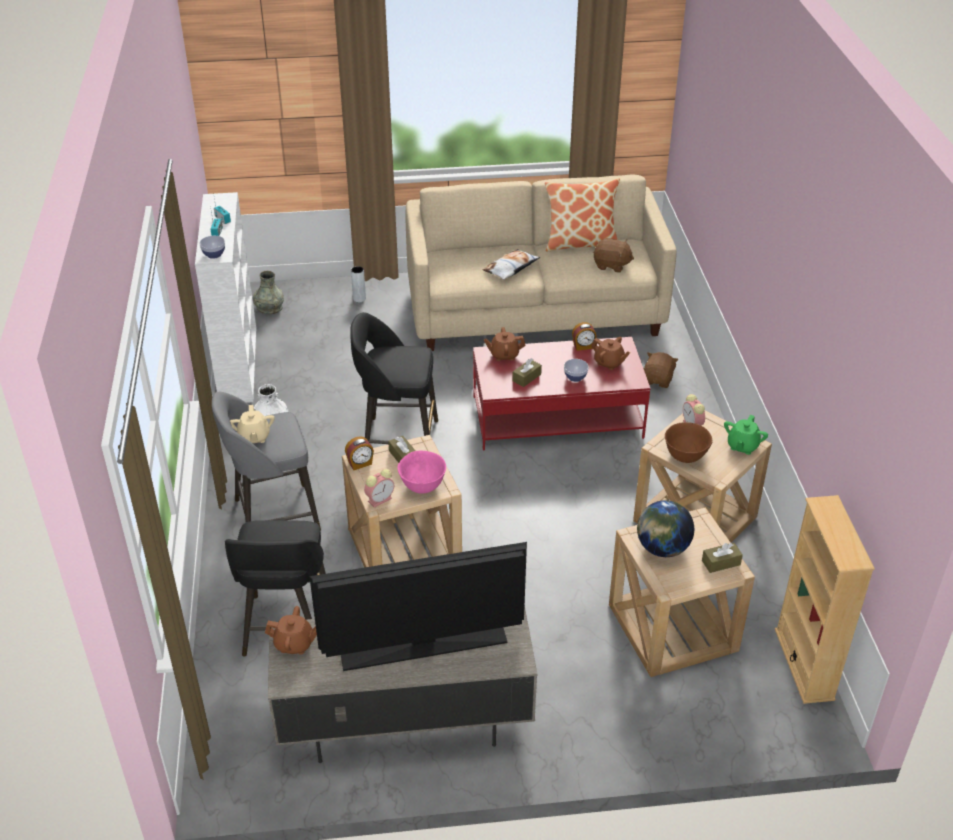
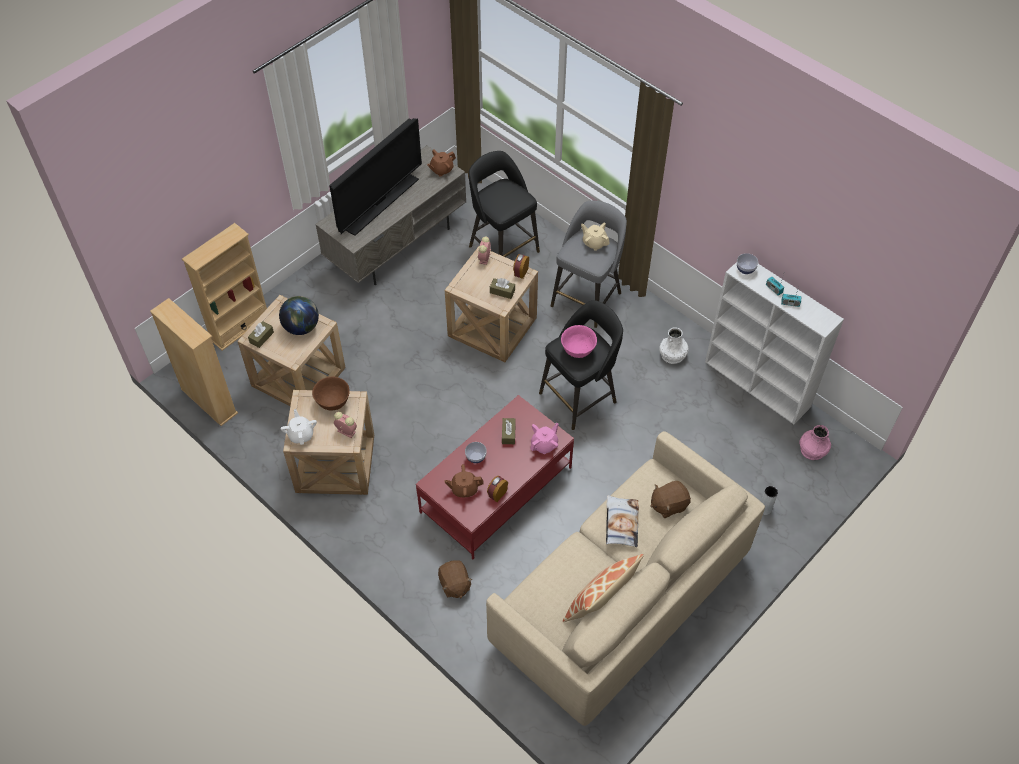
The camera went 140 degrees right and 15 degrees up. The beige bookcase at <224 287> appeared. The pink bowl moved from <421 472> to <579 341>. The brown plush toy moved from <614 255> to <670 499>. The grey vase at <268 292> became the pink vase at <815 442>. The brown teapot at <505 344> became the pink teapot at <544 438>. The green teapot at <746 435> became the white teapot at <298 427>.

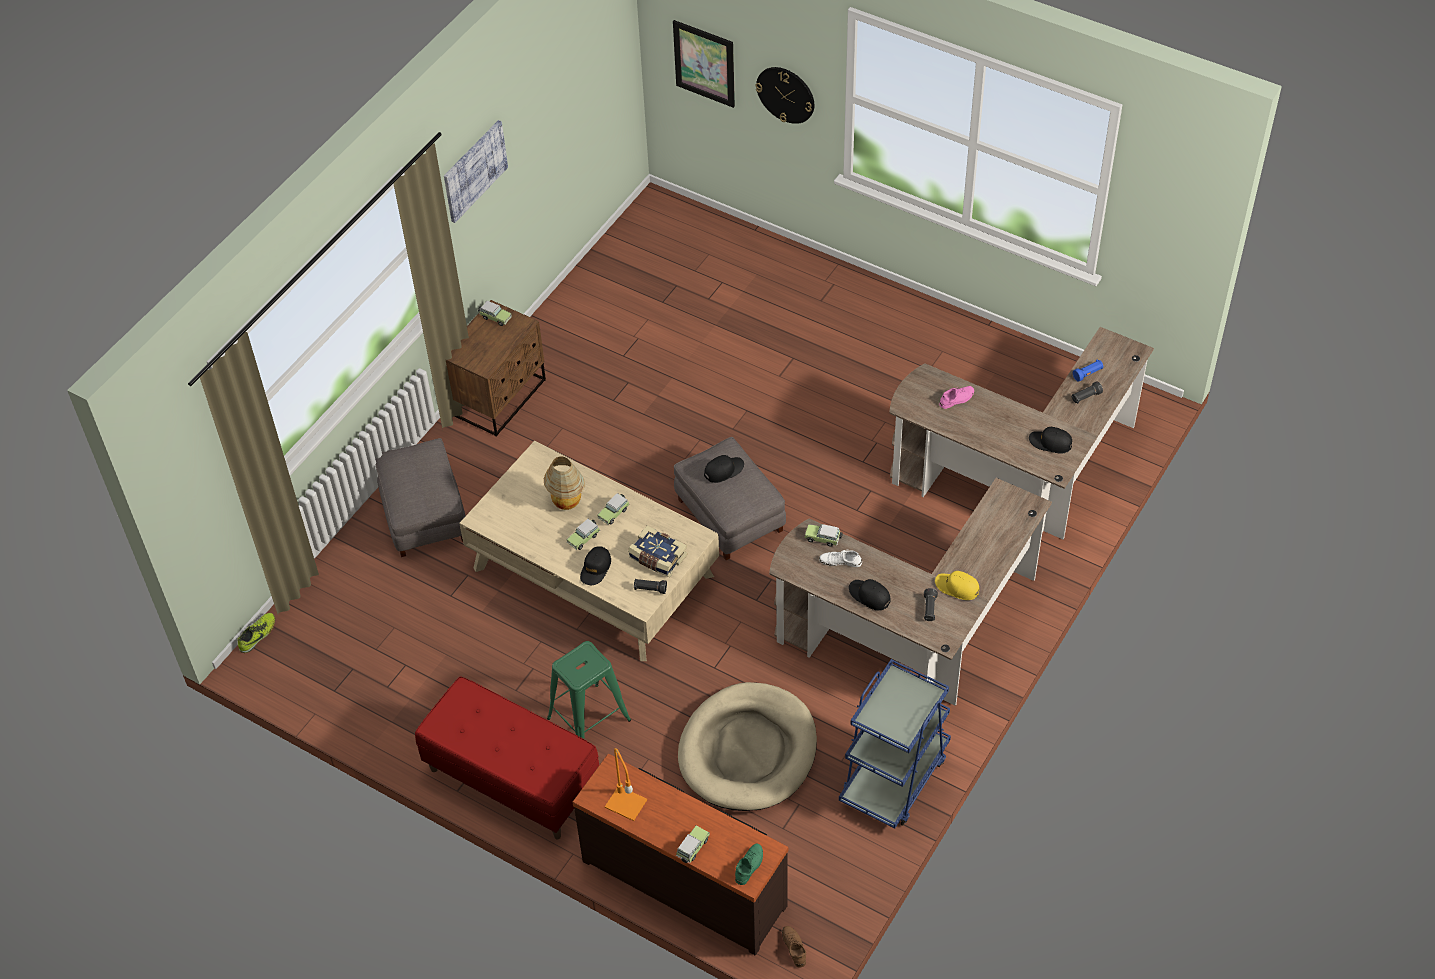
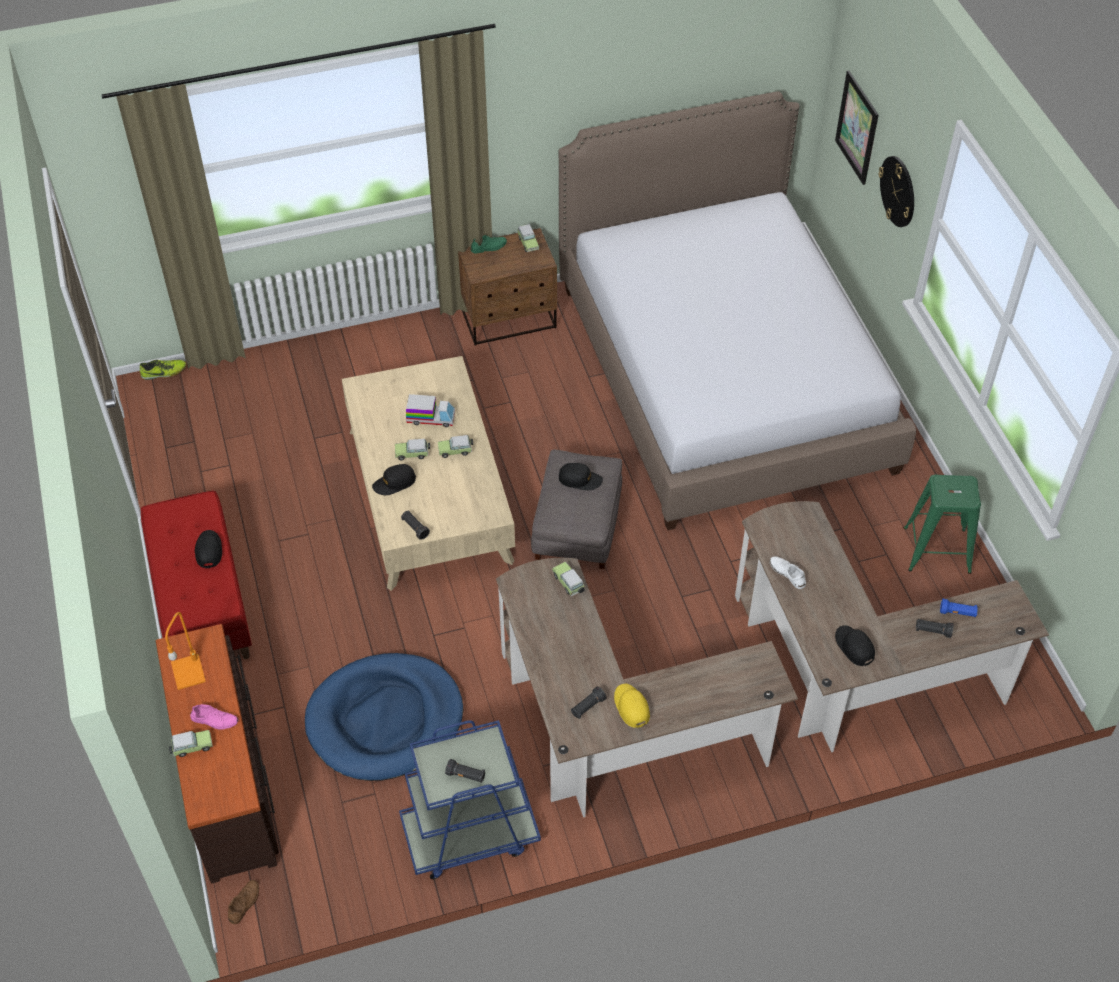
The camera went 40 degrees right and 0 degrees up. The grey ottoman at <420 497> disappeared. The picture at <476 171> disappeared. The book at <658 551> disappeared. The black flashlight at <465 771> appeared. The bed at <737 310> appeared. The green stool moved from <589 690> to <942 524>. The green shoe moved from <749 864> to <488 244>. The white shoe moved from <840 558> to <787 572>. The black cap moved from <870 594> to <208 549>. The pink shoe moved from <956 397> to <214 717>. The table lamp at <564 483> was replaced by the toy truck at <430 410>. The beige dog bed at <747 746> became the blue dog bed at <384 717>.

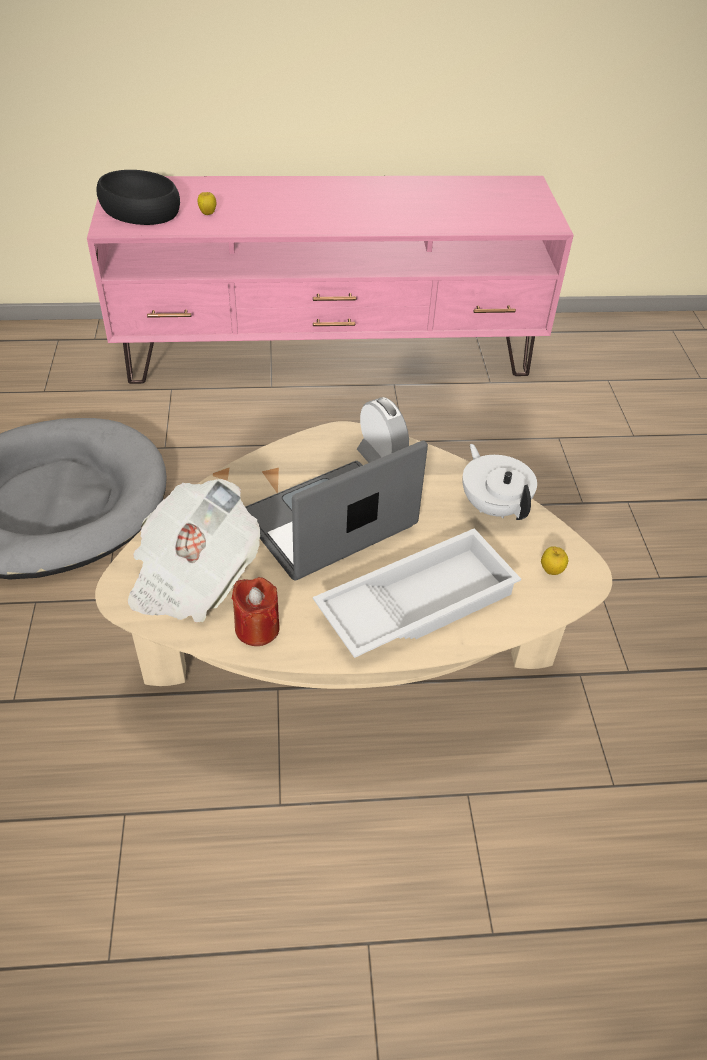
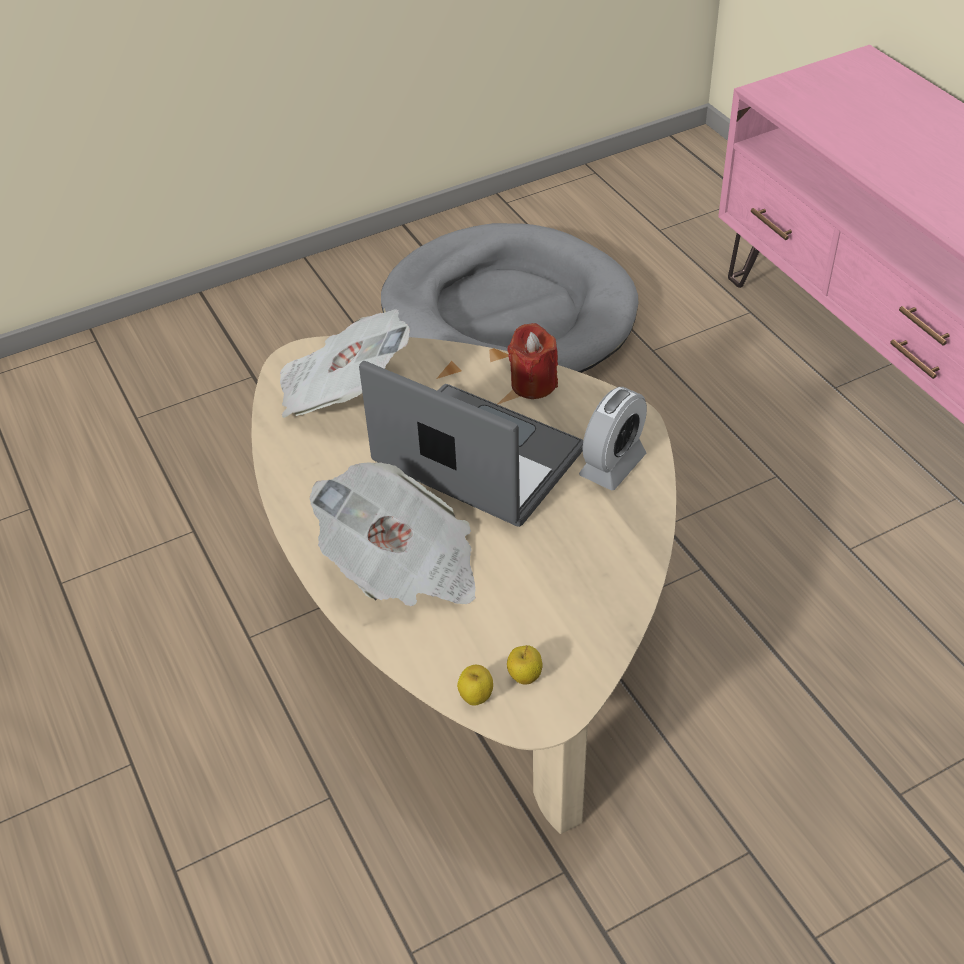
The camera went 70 degrees right and 0 degrees up. The black bowl at <138 197> disappeared. The white teapot at <499 482> disappeared. The apple moved from <207 203> to <475 685>. The red candle moved from <256 611> to <533 361>. The white tray at <417 593> was replaced by the newspaper at <393 534>.

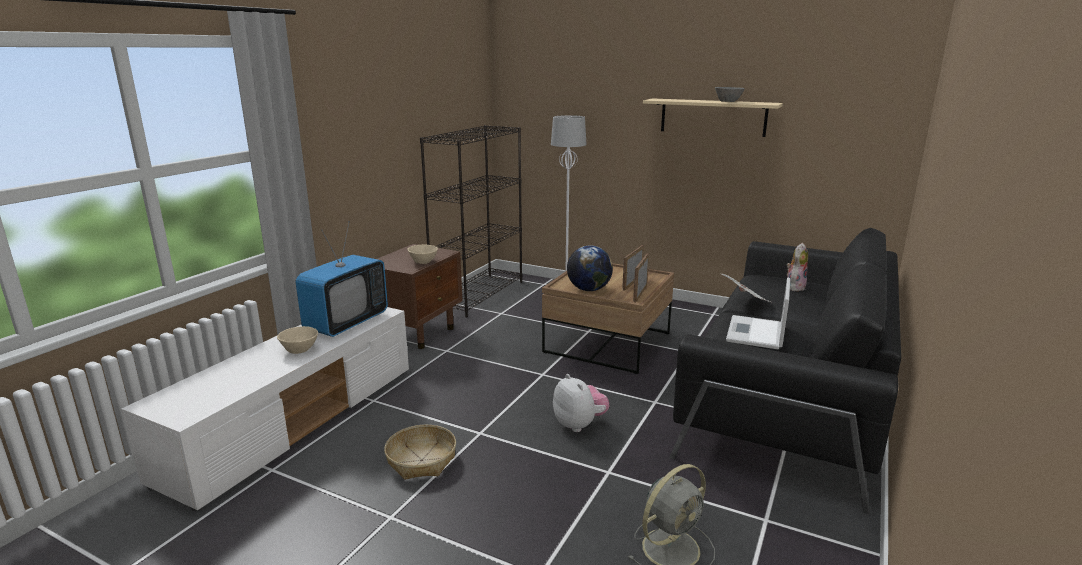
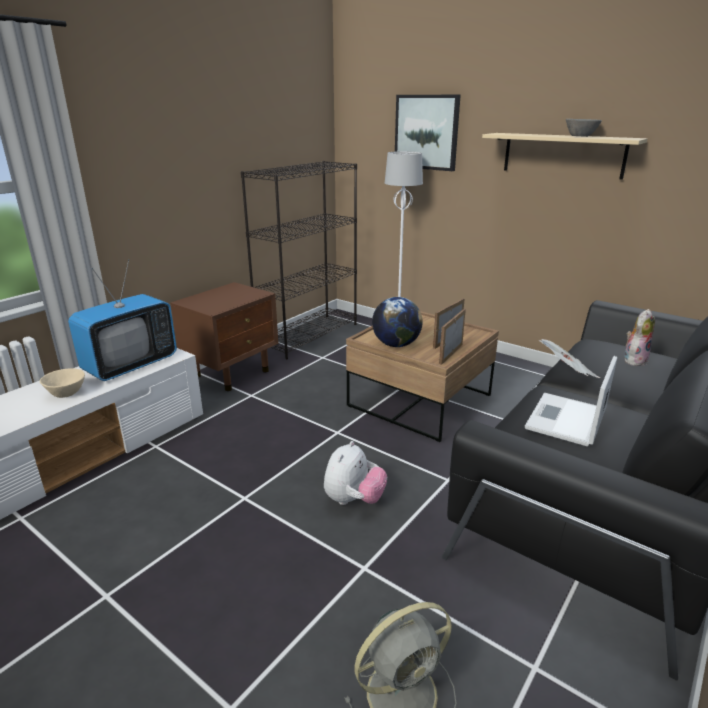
The camera went 10 degrees right and 5 degrees up. The basket at <420 452> disappeared. The beige bowl at <422 254> disappeared. The picture at <428 133> appeared. The plush toy at <581 403> turned 45 degrees clockwise.

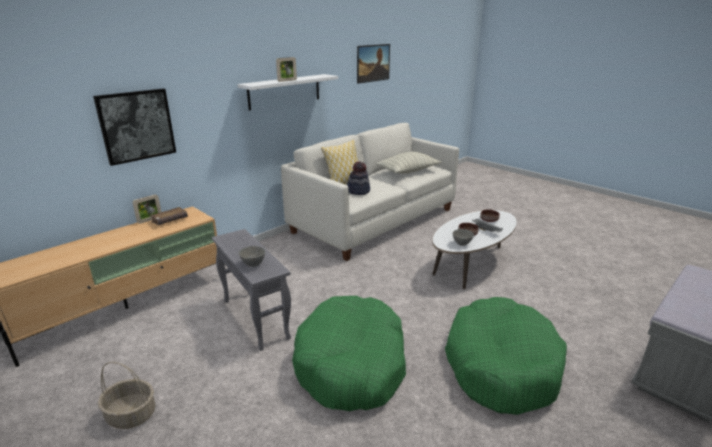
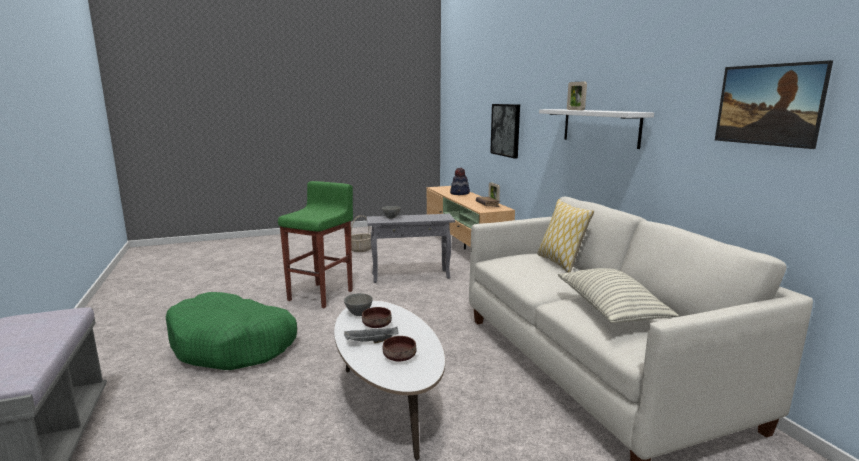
The camera went 115 degrees right and 10 degrees down. The hat moved from <358 178> to <460 181>. The green dog bed at <349 353> was replaced by the green stool at <315 244>.

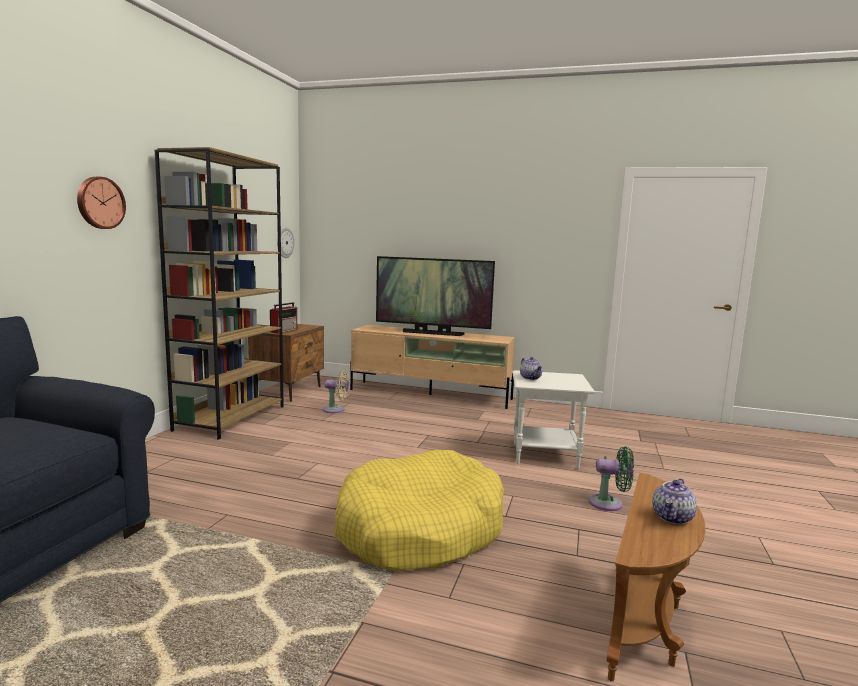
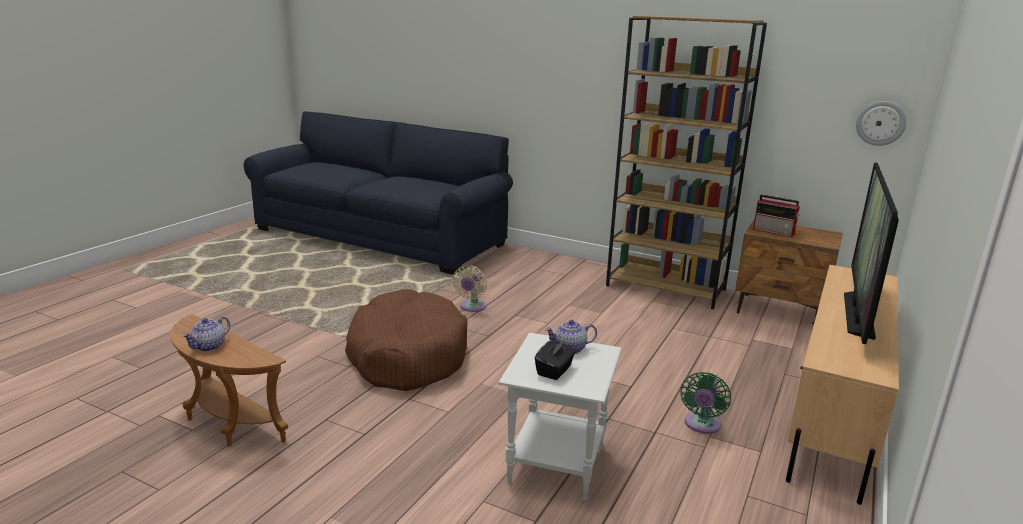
The camera went 100 degrees right and 10 degrees up. The wall clock at <101 203> disappeared. The black tissue box at <555 359> appeared. The beige fan moved from <336 392> to <470 288>. The green fan moved from <611 479> to <705 403>. The yellow dog bed at <419 510> became the brown dog bed at <406 340>. The teapot at <674 501> turned 105 degrees counterclockwise.

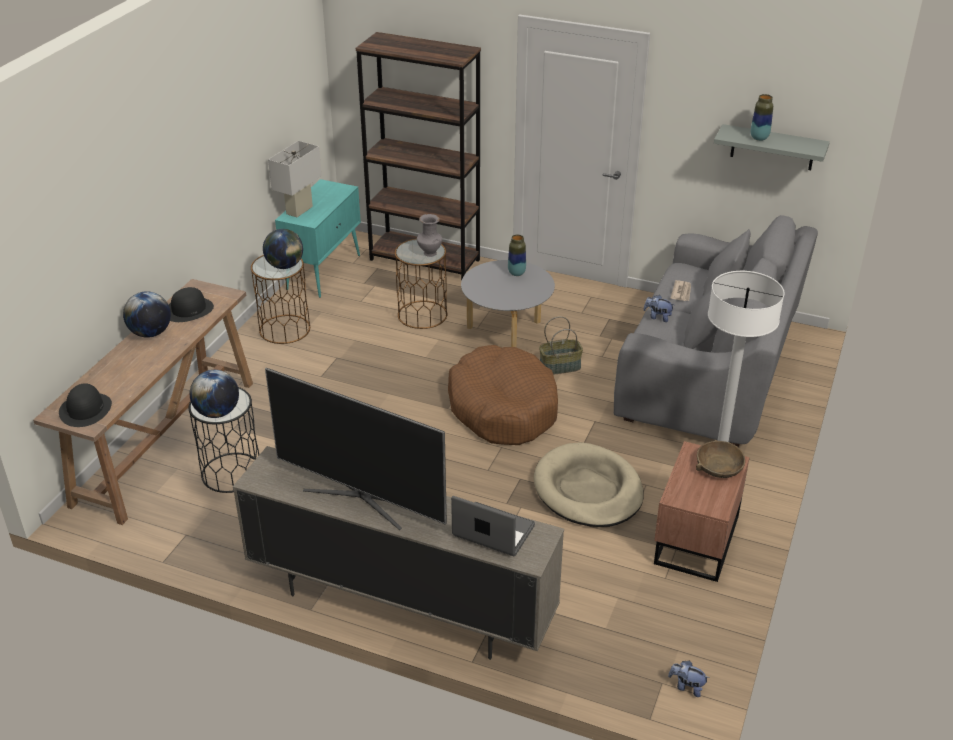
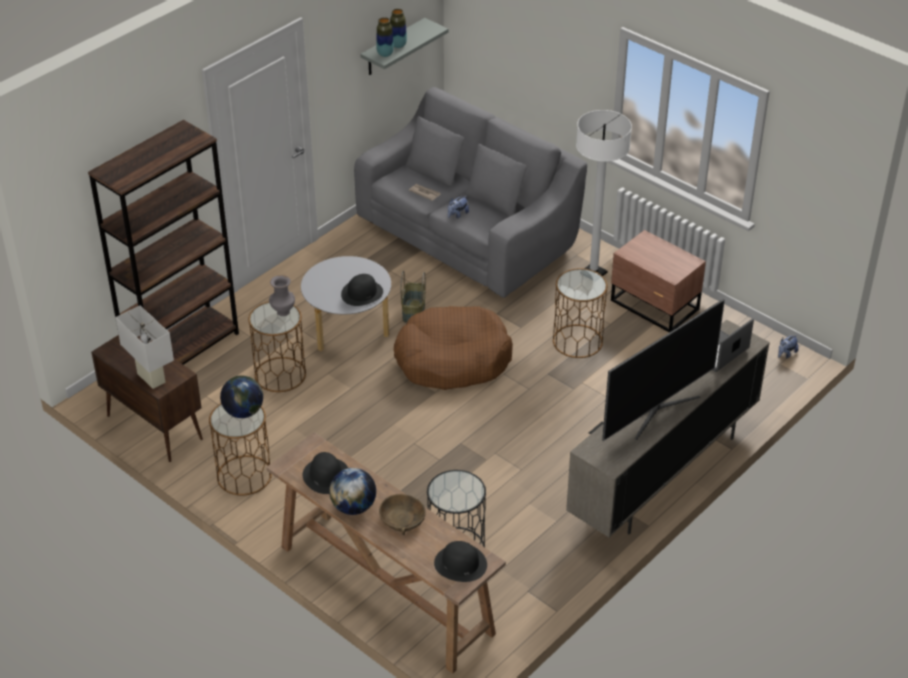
The camera went 70 degrees left and 5 degrees up. The globe at <214 394> disappeared. The black hat at <362 290> appeared. The vase moved from <517 255> to <385 37>. The brown bowl moved from <720 459> to <402 514>. The beige dog bed at <589 484> was replaced by the brown side table at <580 313>. The turquoise cabinet at <318 238> became the brown cabinet at <147 398>.

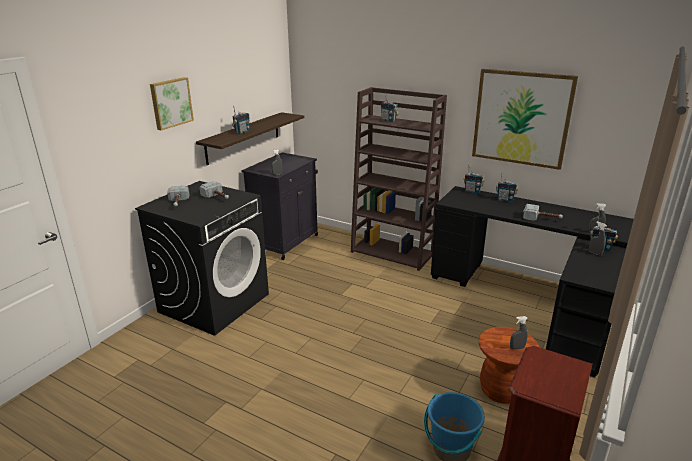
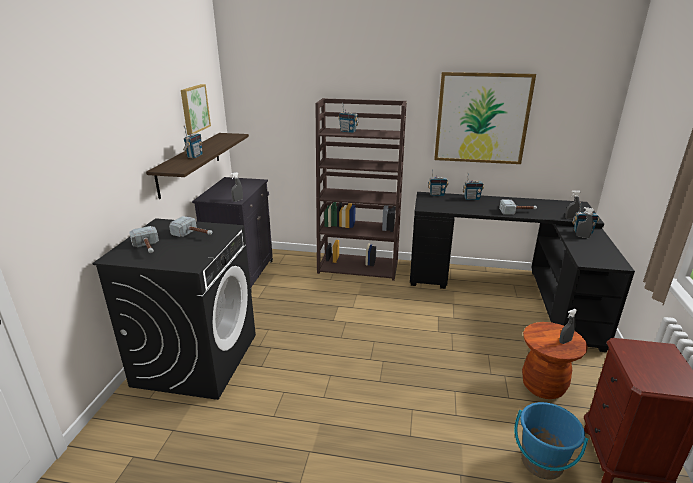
The camera went 20 degrees left and 0 degrees up. The picture moved from <172 103> to <196 109>.

